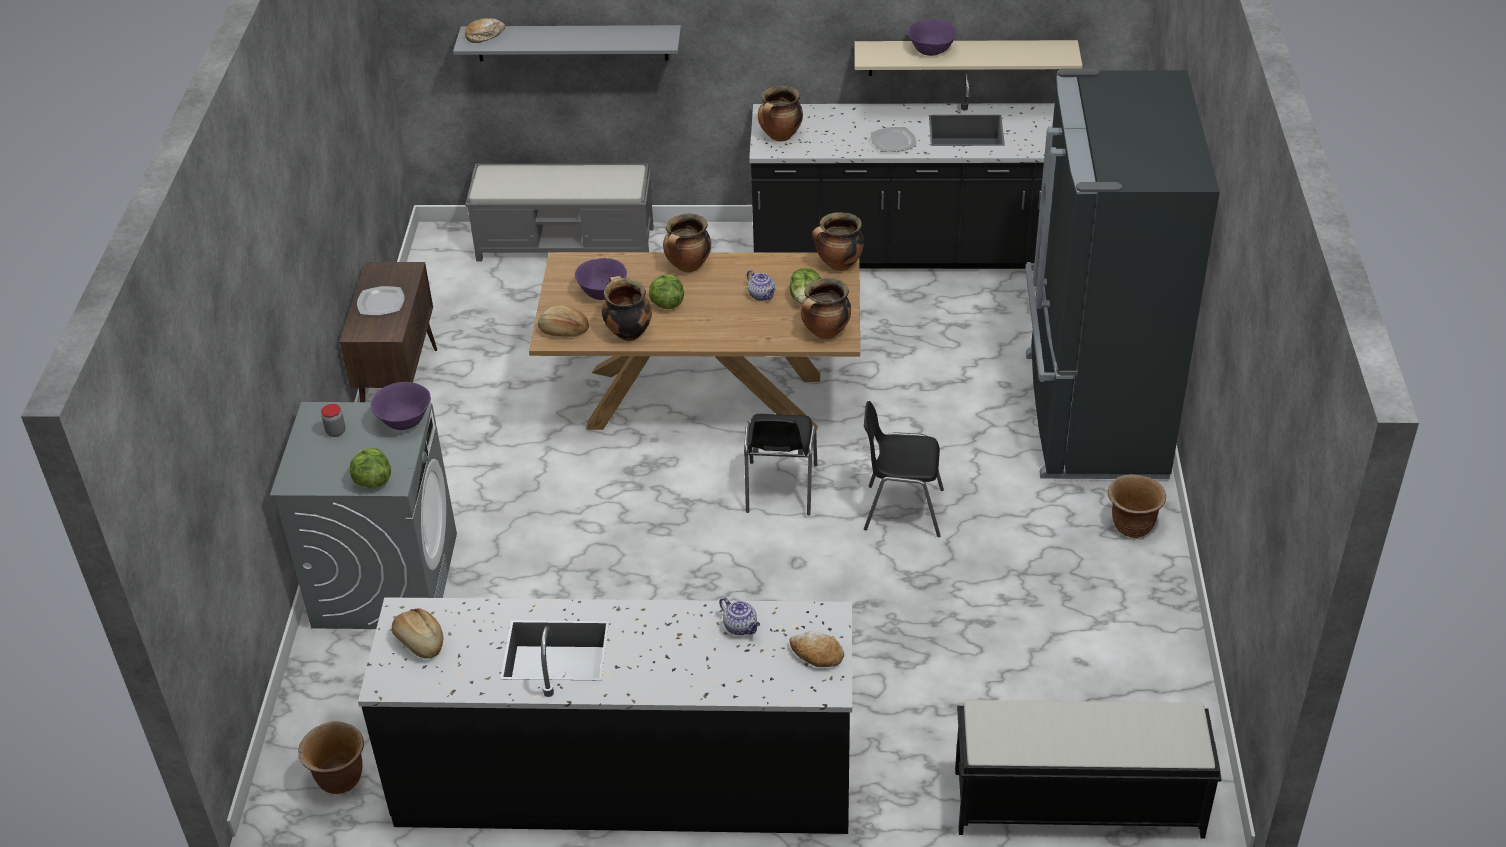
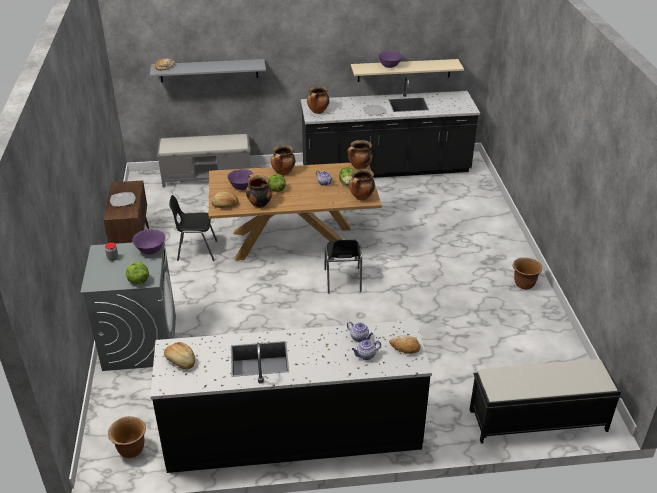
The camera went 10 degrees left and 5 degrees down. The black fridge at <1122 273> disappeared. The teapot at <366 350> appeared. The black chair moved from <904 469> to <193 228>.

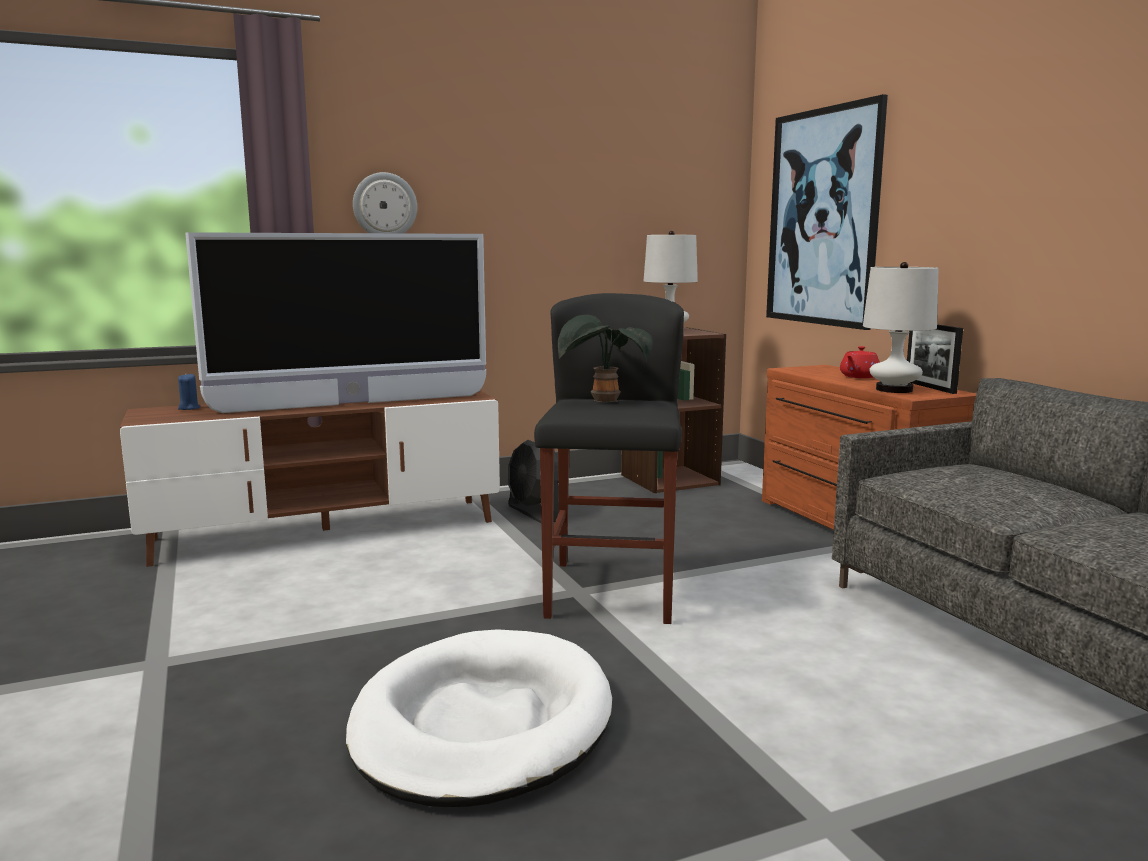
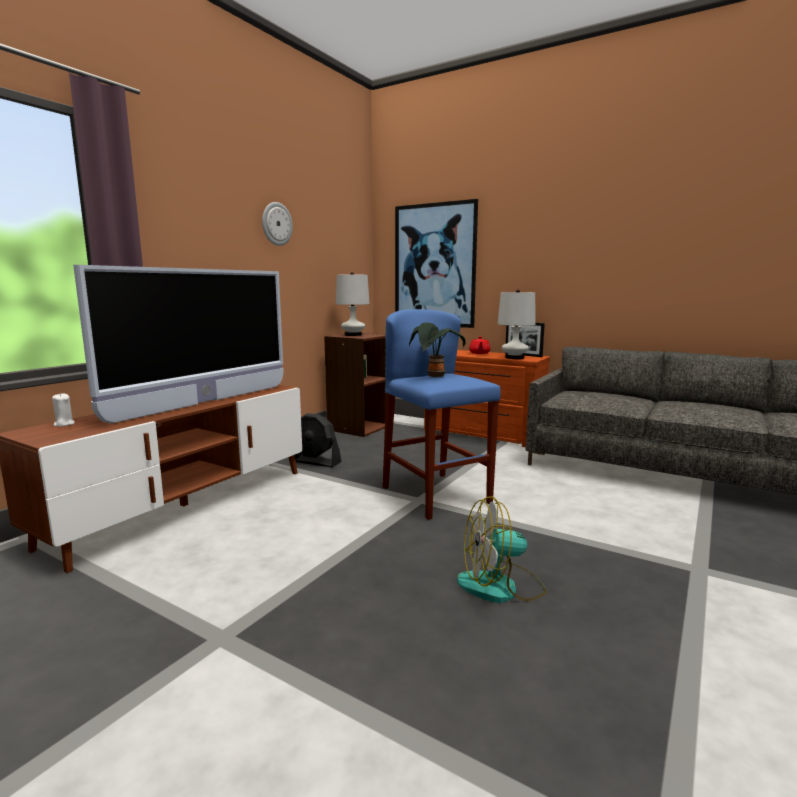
The camera went 35 degrees left and 0 degrees up. The wall clock moved from <385 202> to <277 224>. The white dog bed at <479 718> was replaced by the fan at <501 549>. The blue candle at <189 391> became the white candle at <63 410>. The black stool at <609 458> became the blue stool at <442 414>.

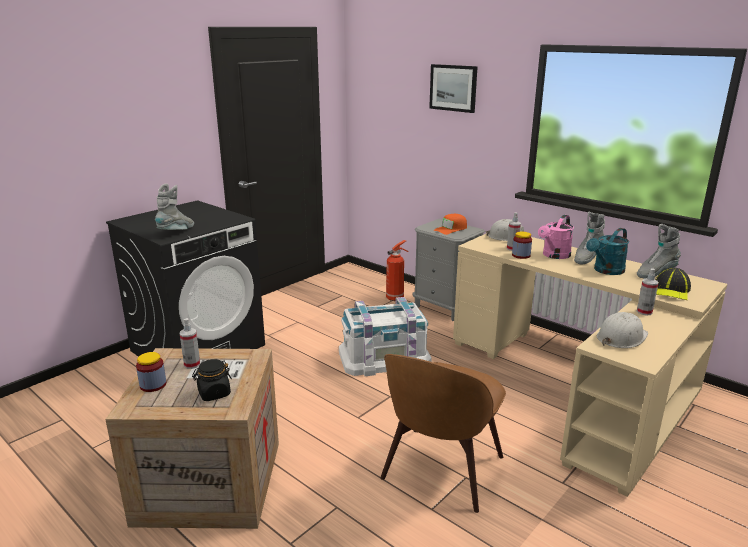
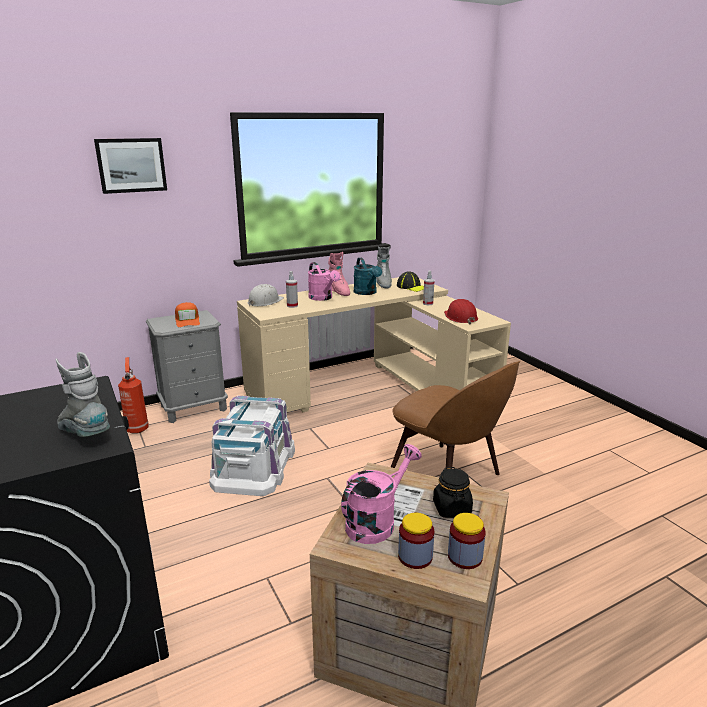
The camera went 70 degrees left and 0 degrees up. The jar moved from <522 245> to <467 541>. The spray bottle at <190 343> was replaced by the pink watering can at <381 494>. The grey boot at <589 237> became the pink boot at <339 274>. The white hard hat at <622 330> became the red hard hat at <461 311>.

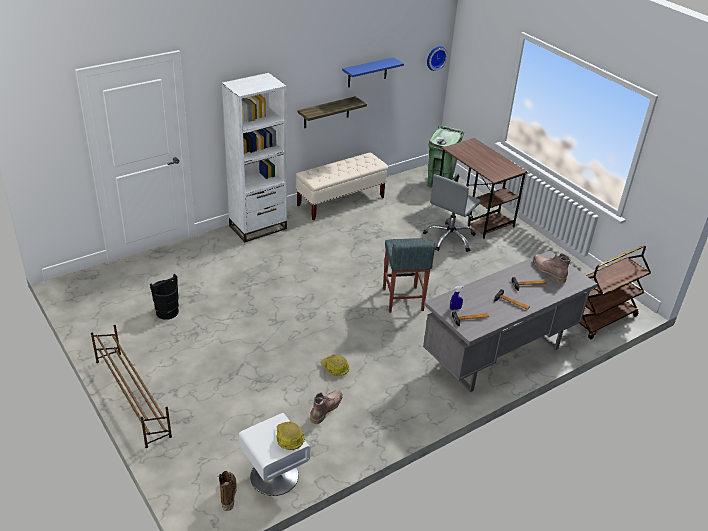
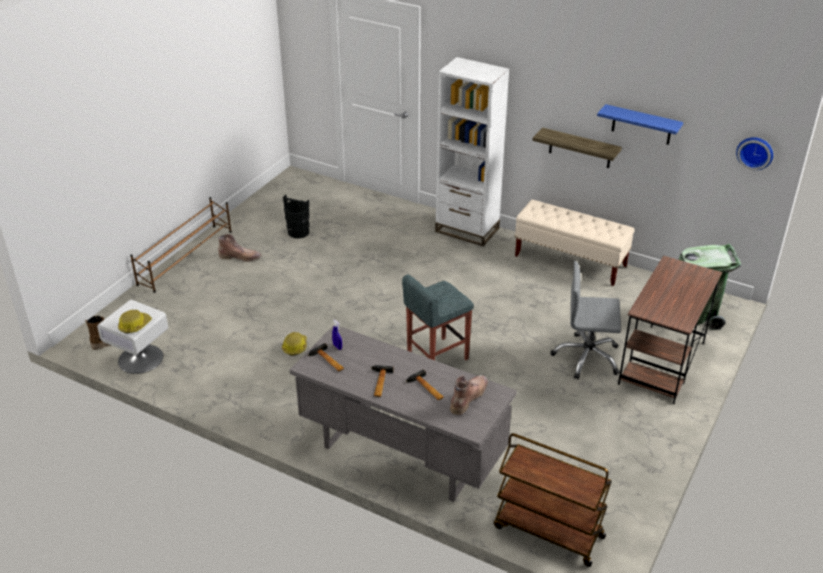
The camera went 65 degrees right and 0 degrees up. The brown boot moved from <326 407> to <240 248>.

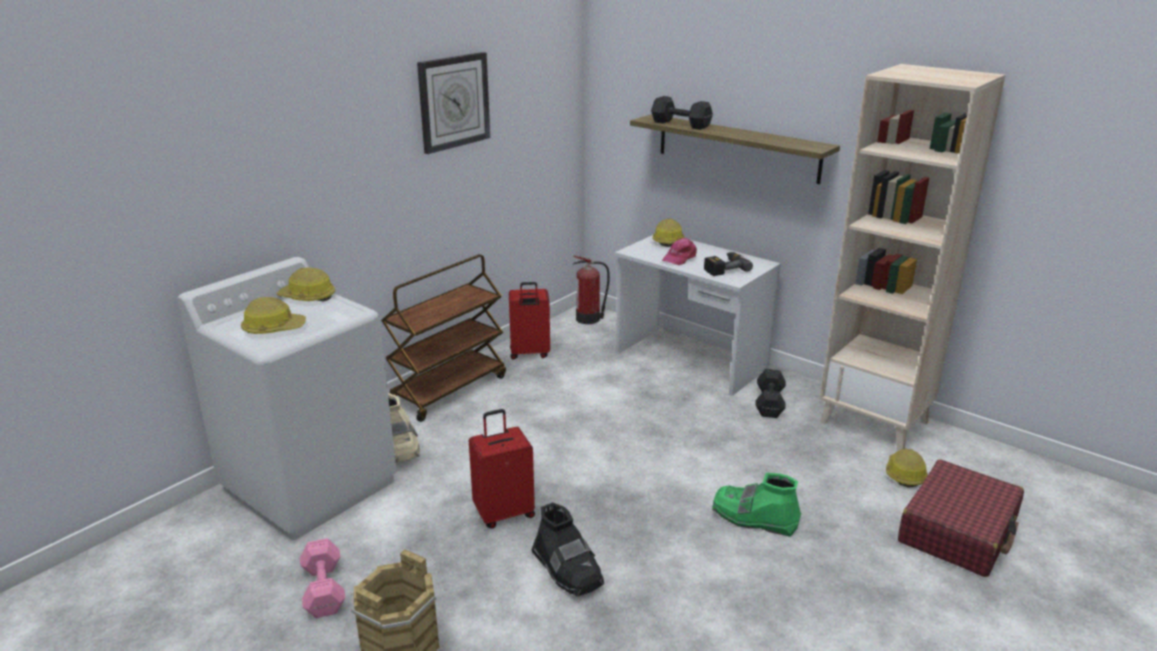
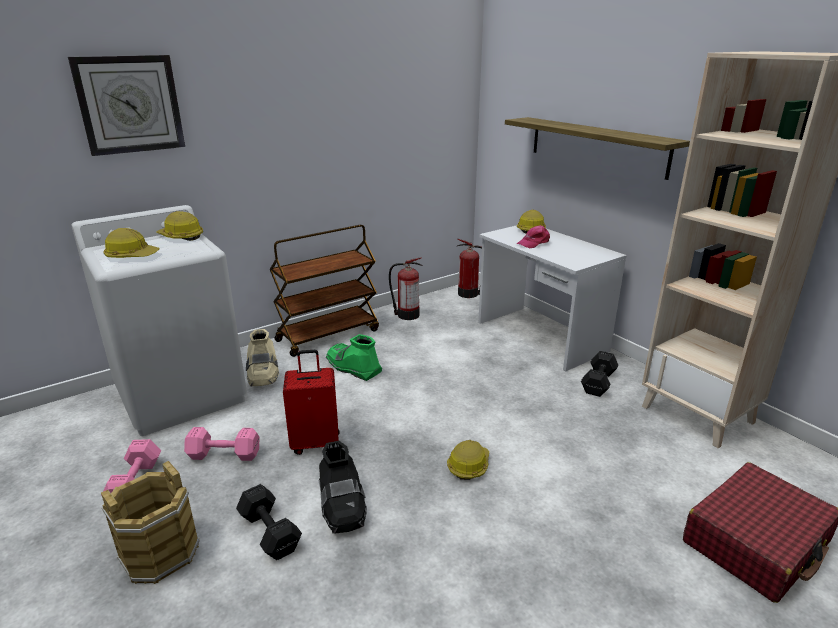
The camera went 15 degrees right and 0 degrees up. The power drill at <728 264> disappeared. The pink dumbbell at <222 444> appeared. The wall clock moved from <453 103> to <126 105>. The black dumbbell moved from <682 113> to <269 522>. The green boot moved from <756 505> to <354 357>. The hard hat moved from <907 468> to <468 460>. The red suitcase at <529 321> was replaced by the fire extinguisher at <405 288>.

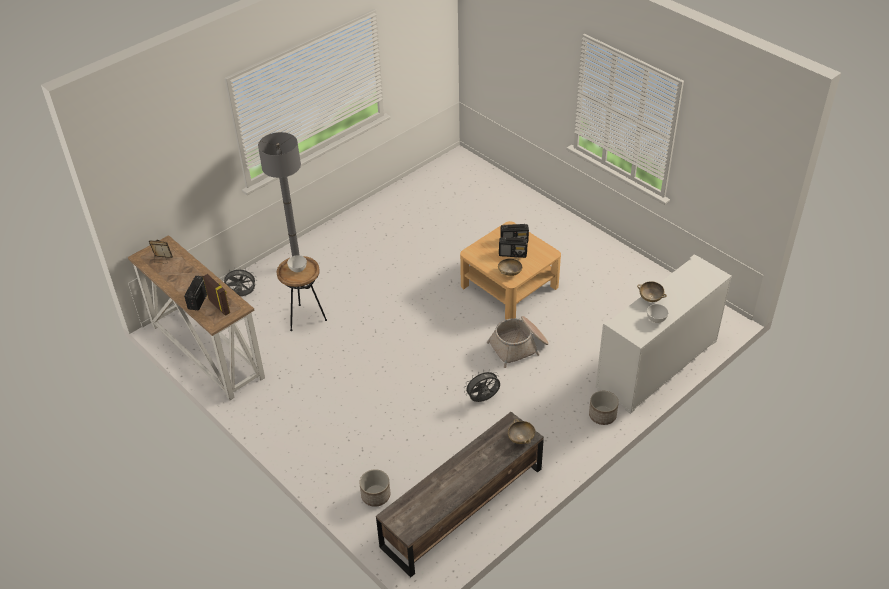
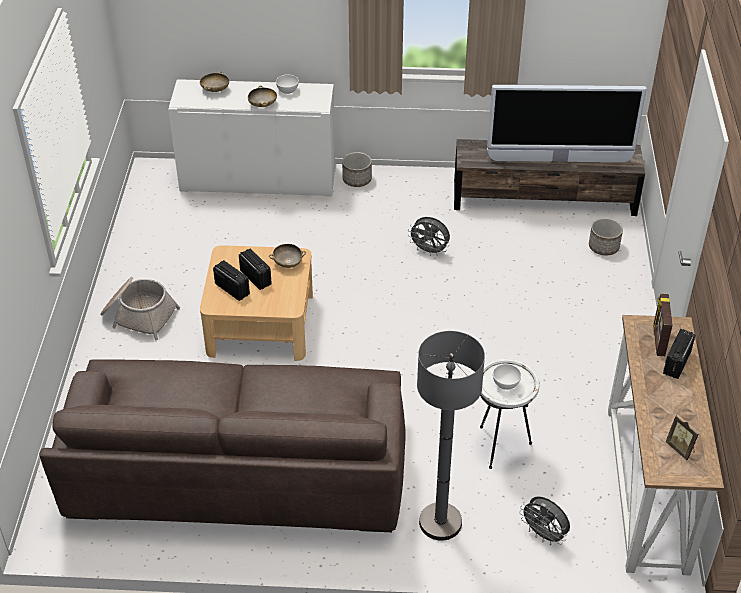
The camera went 135 degrees left and 0 degrees up. The brown sofa at <222 445> appeared. The television at <566 123> appeared. The basket moved from <518 342> to <140 308>. The beige bowl moved from <521 431> to <214 81>. The brown side table at <302 293> became the white side table at <510 414>. The radio at <195 293> turned 150 degrees clockwise.

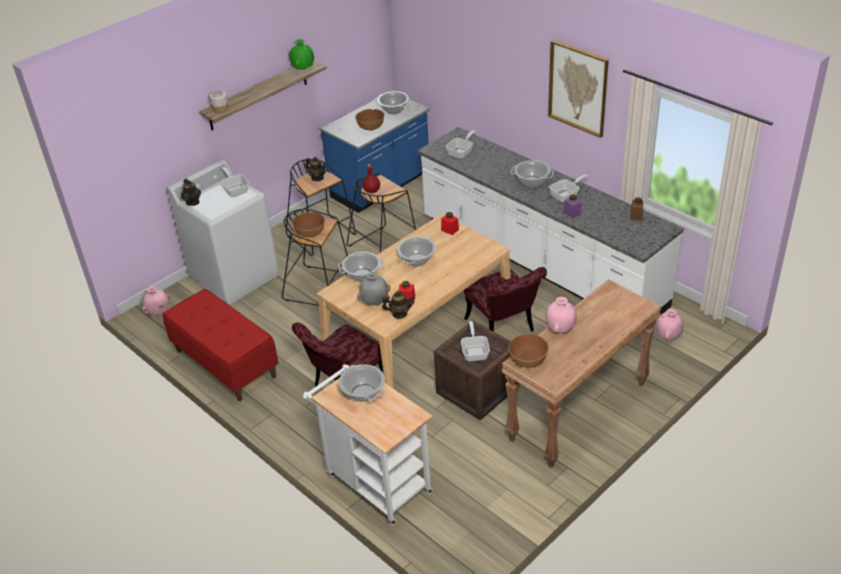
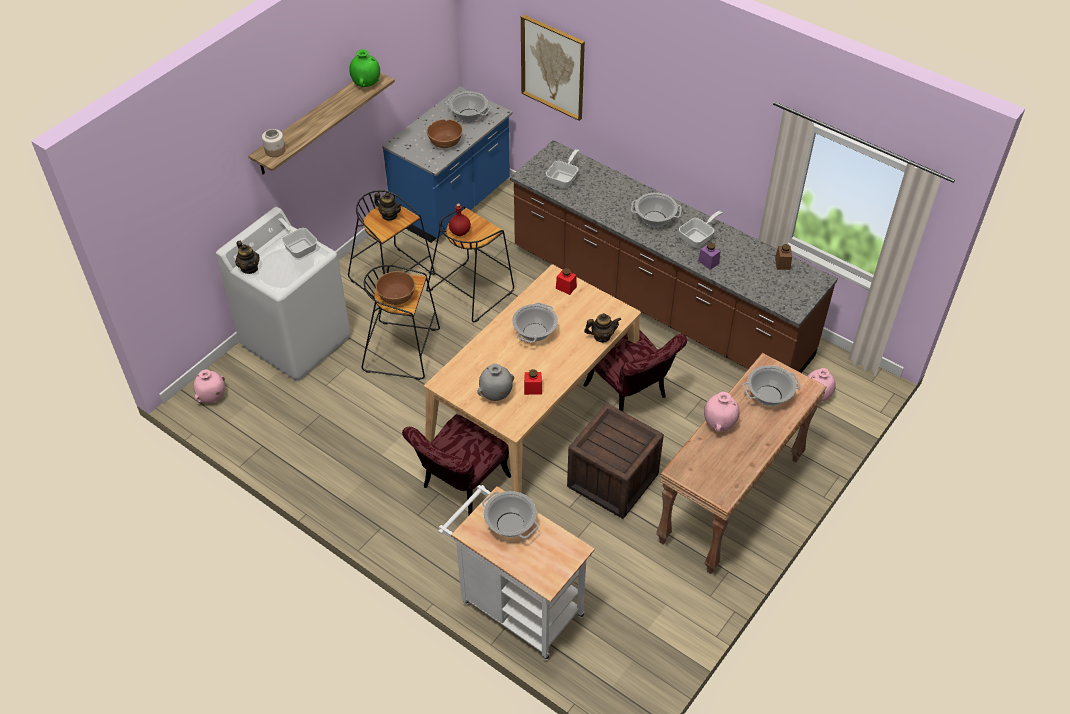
The camera went 10 degrees left and 10 degrees up. The red bench at <220 345> disappeared. The frying pan at <475 341> disappeared. The brown bowl at <528 351> disappeared. The cooking pot moved from <361 267> to <771 385>. The teapot moved from <398 305> to <602 328>. The picture moved from <578 89> to <553 67>. The white counter at <551 221> became the brown counter at <674 256>.

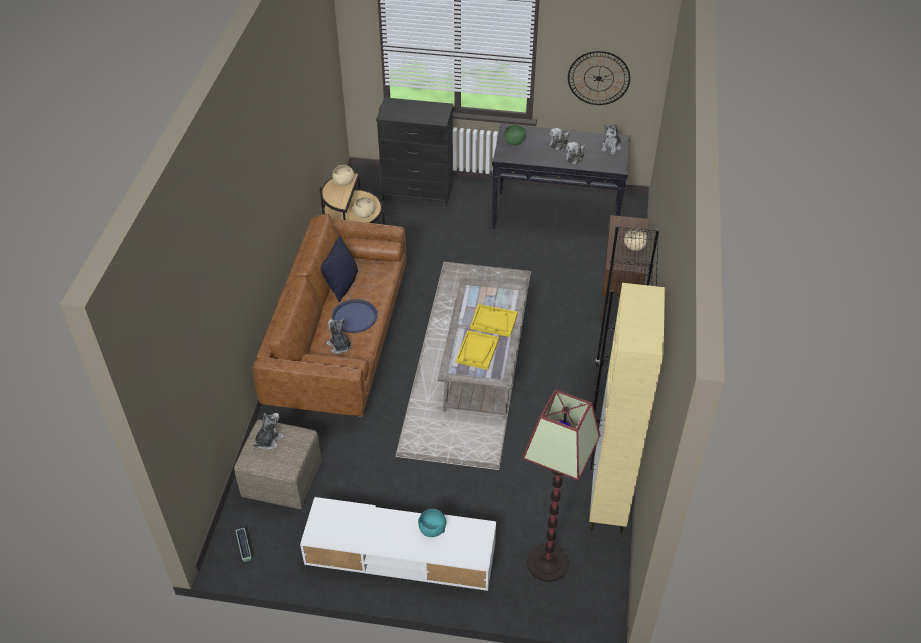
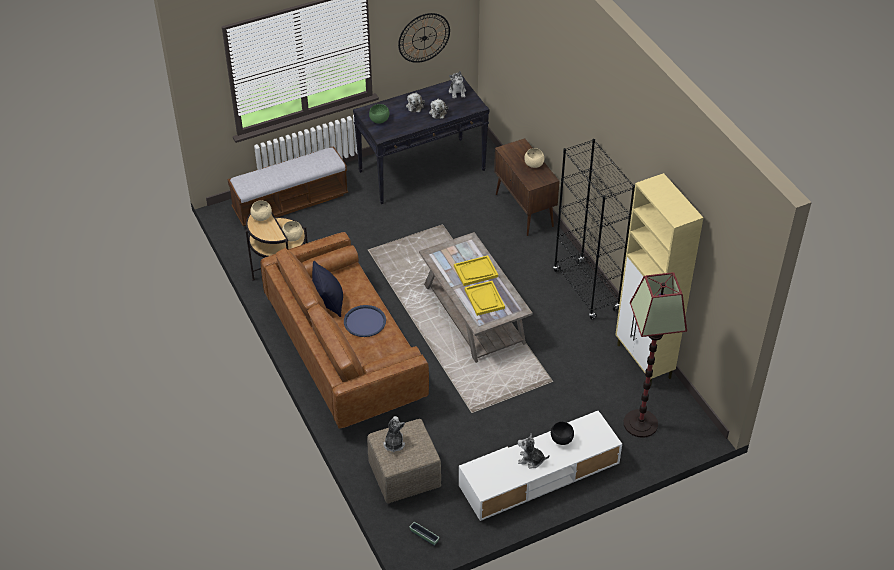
The camera went 35 degrees left and 0 degrees up. The plush toy moved from <339 336> to <534 450>. The black dresser at <414 152> was replaced by the bench at <288 186>. The turquoise bowl at <432 523> became the black bowl at <562 433>.

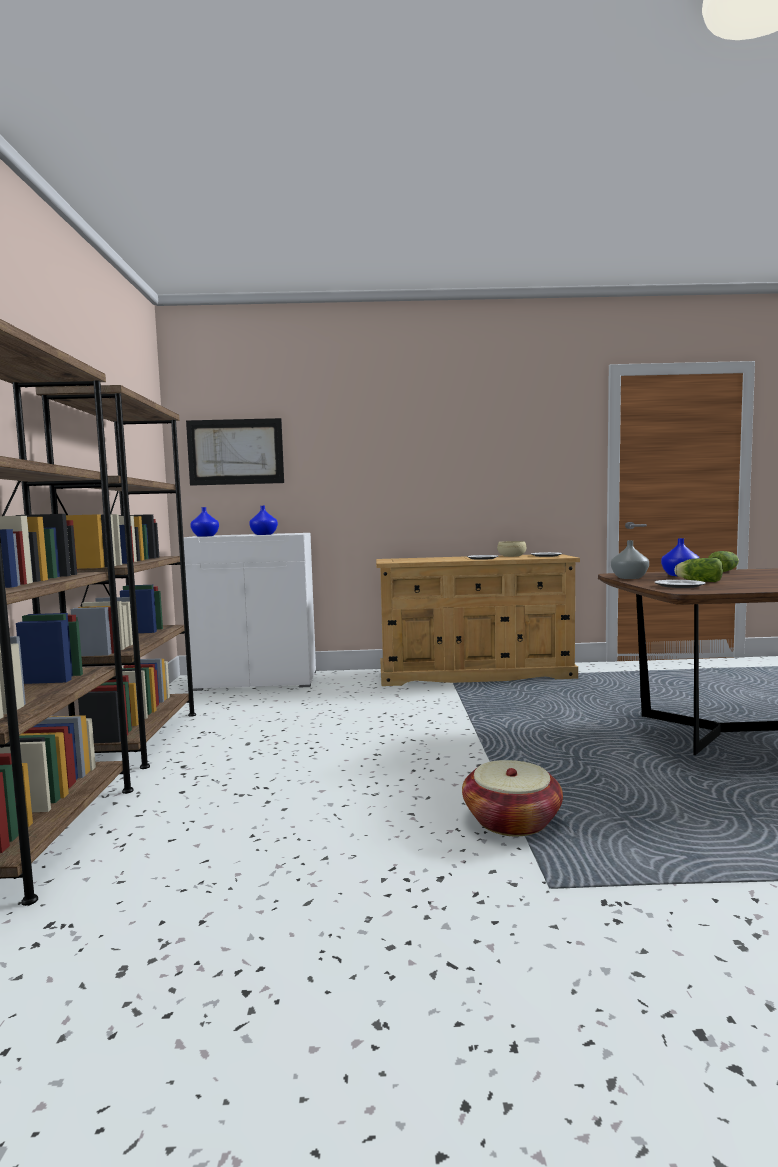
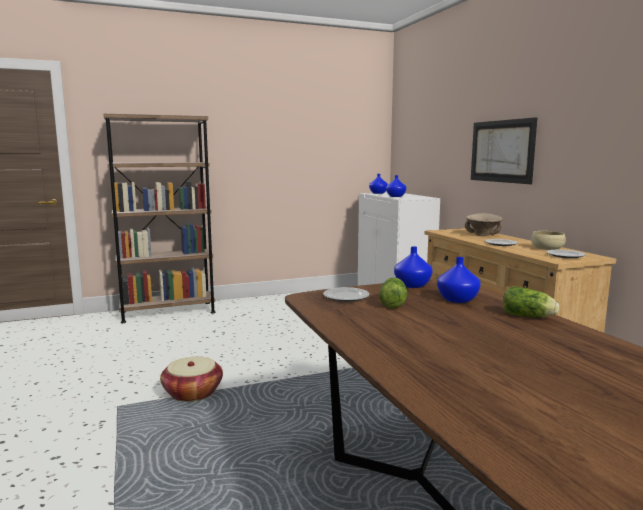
The camera went 70 degrees right and 5 degrees up. The brown bookcase at <115 577> disappeared. The beige bowl at <484 224> appeared. The picture moved from <235 452> to <504 150>. The grey vase at <630 559> became the blue vase at <413 267>.

